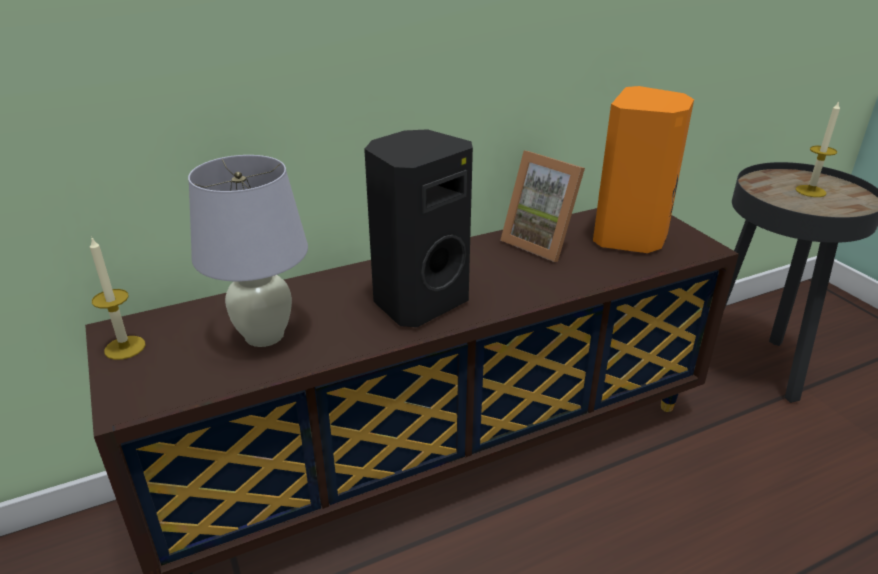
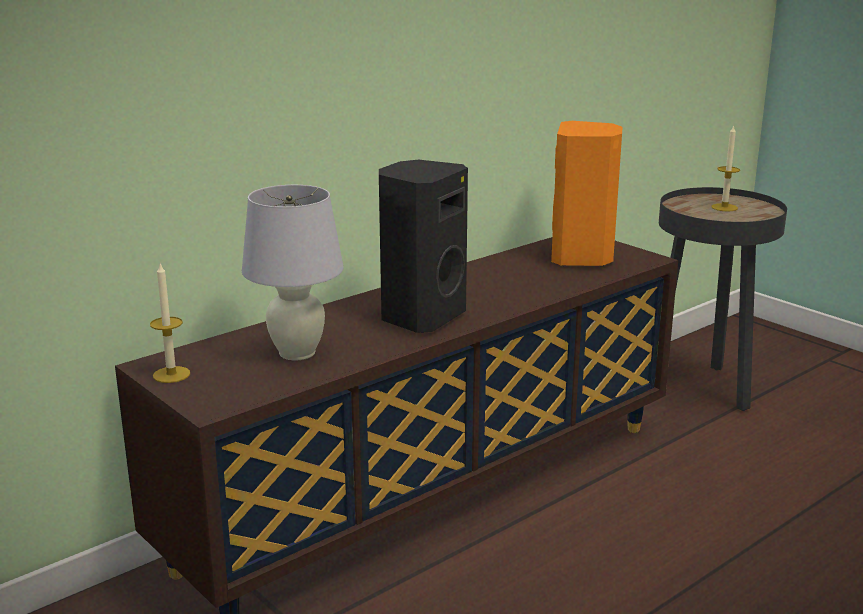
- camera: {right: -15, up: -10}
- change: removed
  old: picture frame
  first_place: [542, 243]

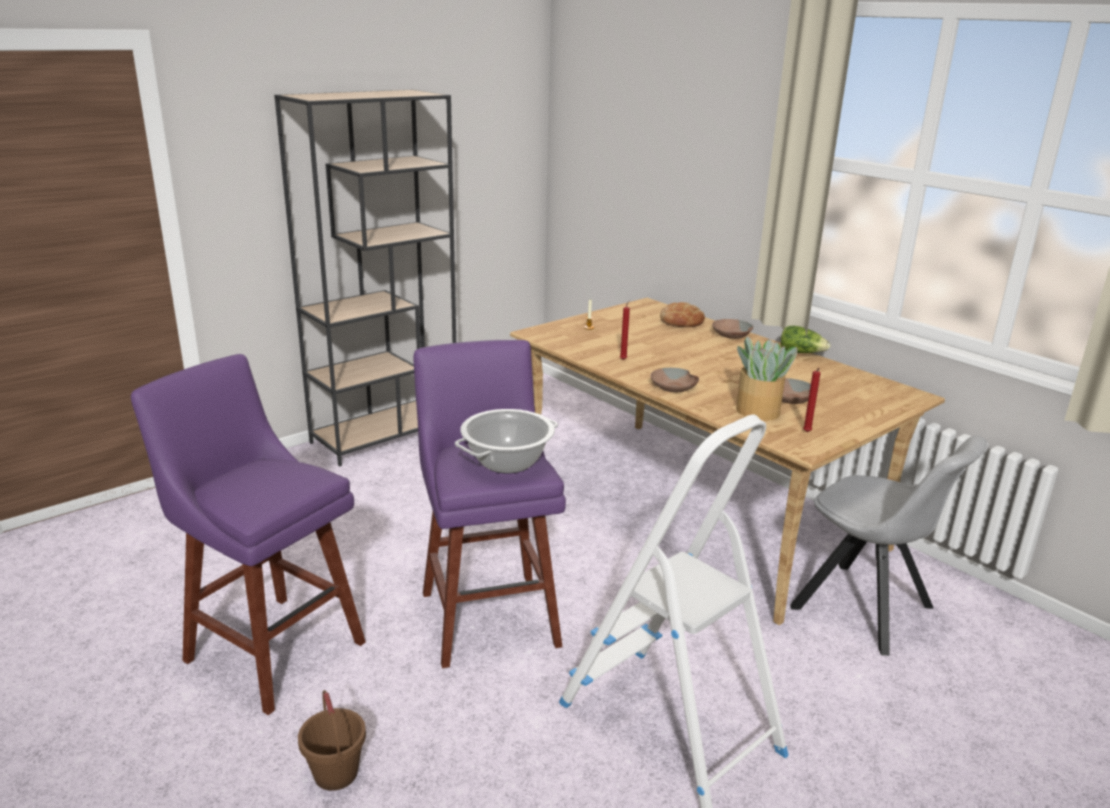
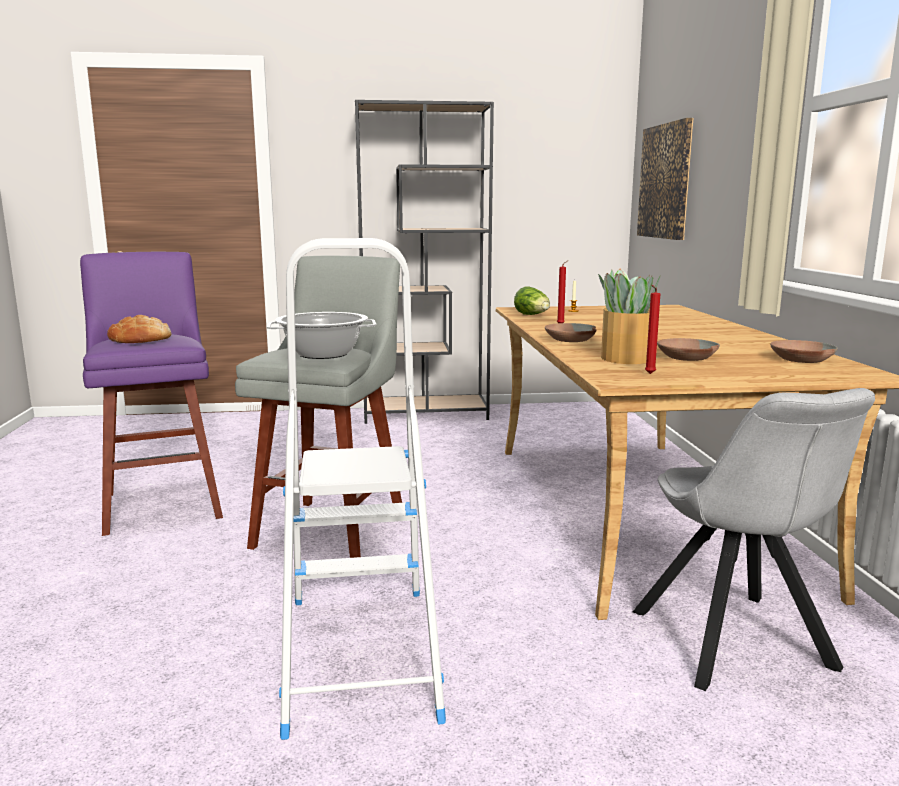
- camera: {right: 35, up: -10}
- change: moved
  old: bread
  first_place: [681, 321]
  second_place: [141, 339]
- change: recoloured
  old: stool in purple
  new: stool in grey
  first_place: [489, 616]
  second_place: [332, 530]
- change: moved
  old: lettuce
  first_place: [801, 353]
  second_place: [533, 315]
- change: added
  new: picture
  second_place: [665, 181]
- change: moved
  old: bowl in brown
  first_place: [731, 335]
  second_place: [800, 359]
- change: removed
  old: bucket in brown
  first_place: [335, 773]

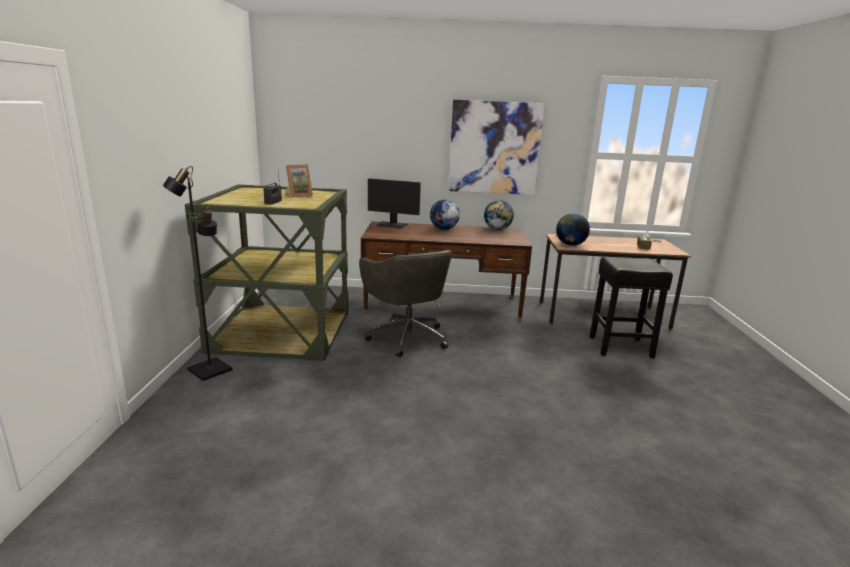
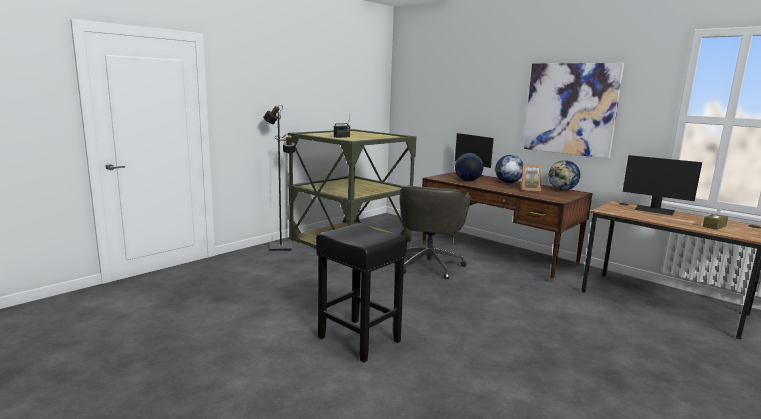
- camera: {right: 40, up: -5}
- change: moved
  old: stool in black
  first_place: [619, 347]
  second_place: [358, 339]
- change: moved
  old: globe
  first_place: [570, 245]
  second_place: [467, 180]
- change: moved
  old: picture frame
  first_place: [298, 195]
  second_place: [529, 189]
- change: added
  new: monitor
  second_place: [654, 210]

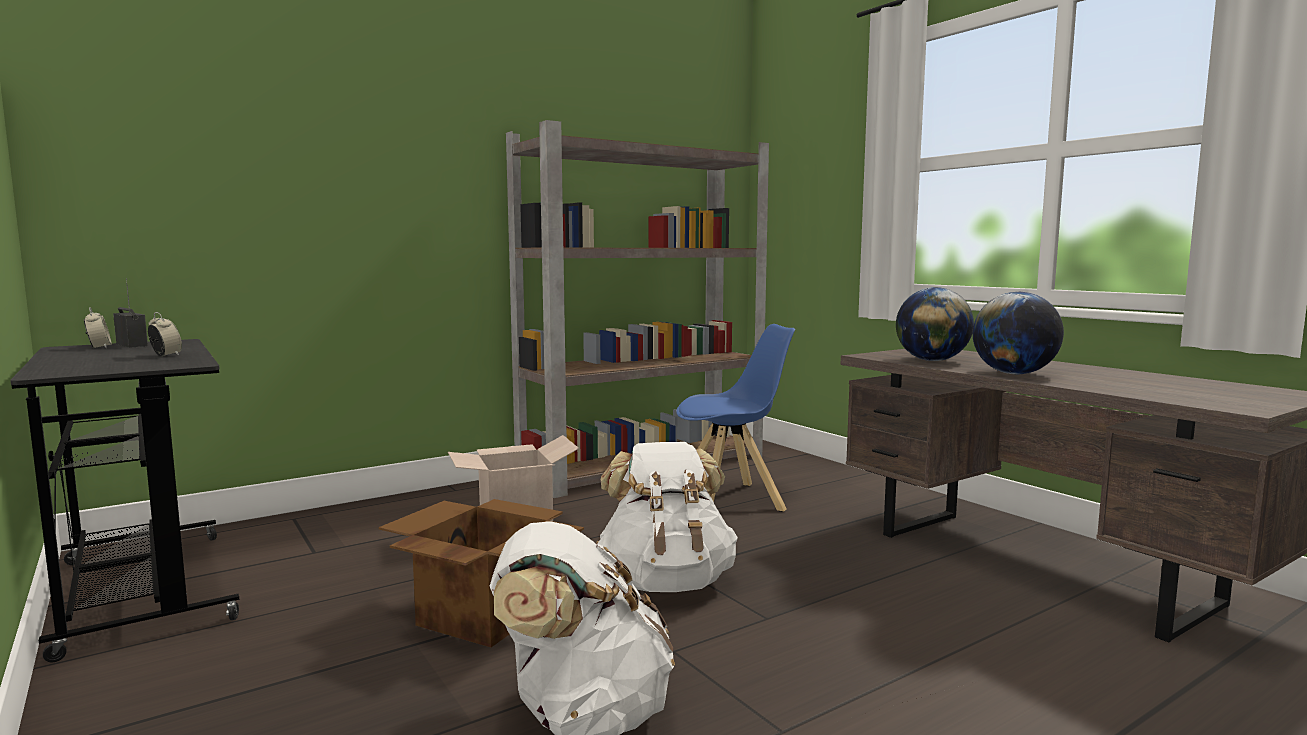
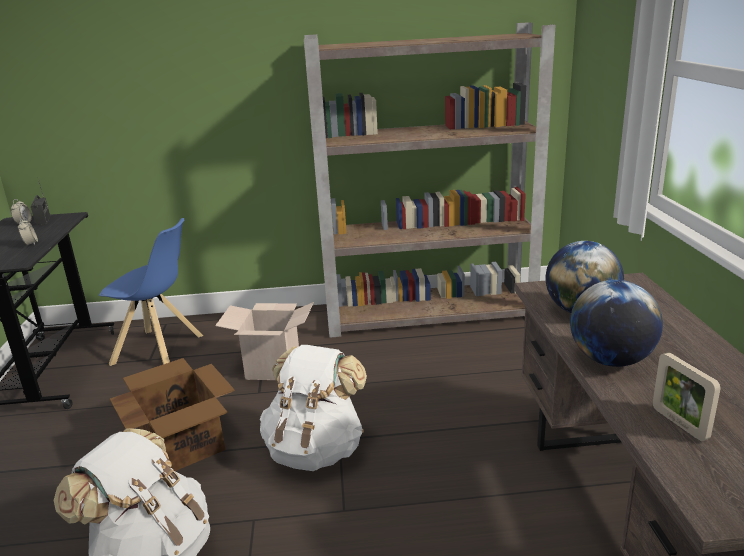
- camera: {right: 30, up: 15}
- change: moved
  old: chair in blue
  first_place: [732, 500]
  second_place: [160, 350]
- change: added
  new: picture frame
  second_place: [679, 423]

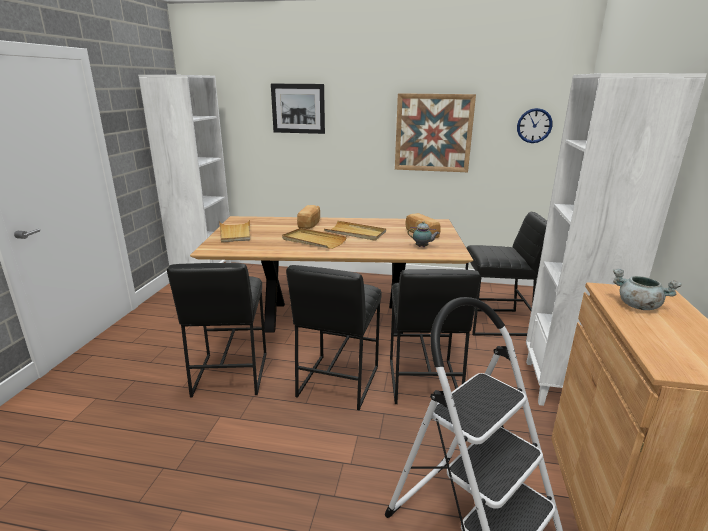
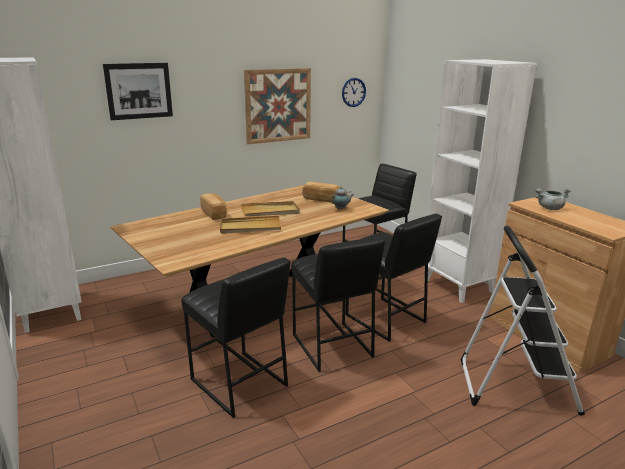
- camera: {right: -40, up: 0}
- change: removed
  old: tray in beige
  first_place: [235, 233]

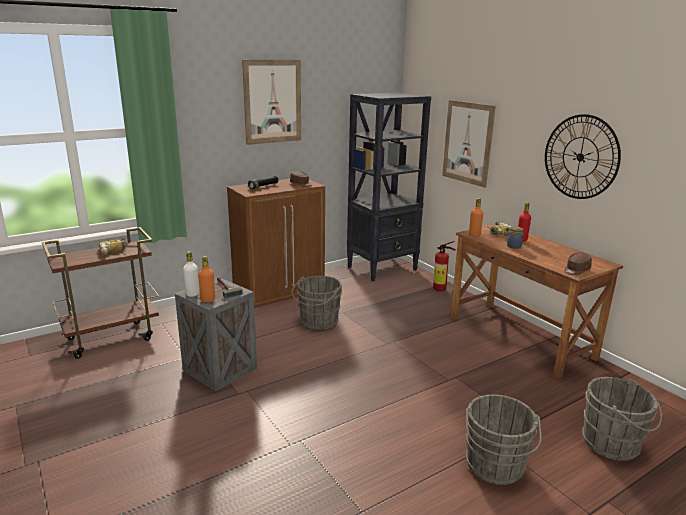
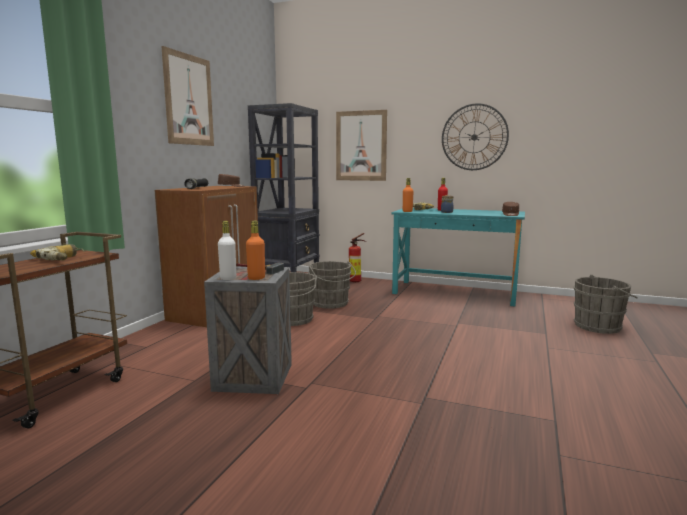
- camera: {right: -35, up: -10}
- change: moved
  old: bucket in grey
  first_place: [495, 467]
  second_place: [331, 304]
- change: recoloured
  old: desk in brown
  new: desk in turquoise
  first_place: [520, 337]
  second_place: [455, 293]

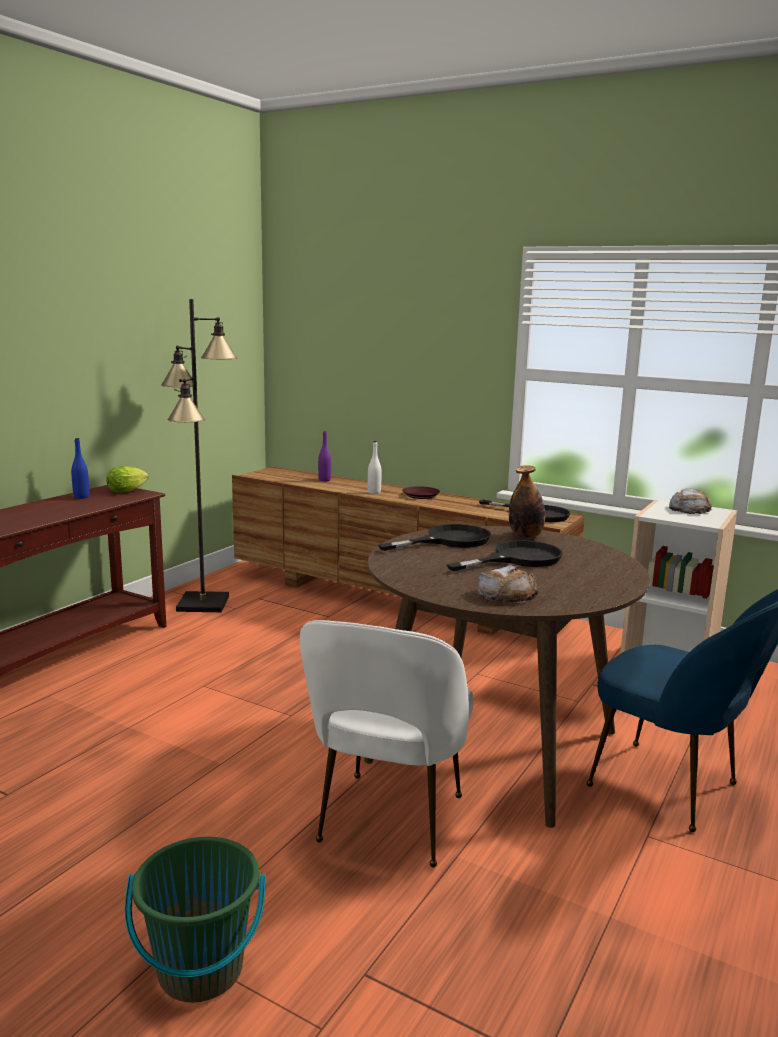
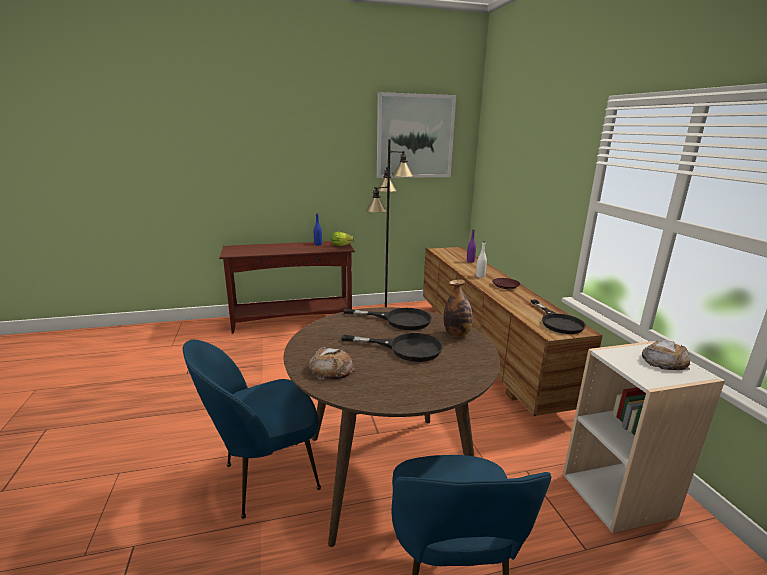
- camera: {right: 45, up: 5}
- change: recoloured
  old: chair in white
  new: chair in blue
  first_place: [387, 826]
  second_place: [263, 480]
- change: added
  new: picture
  second_place: [415, 136]
- change: removed
  old: bucket in green
  first_place: [200, 970]

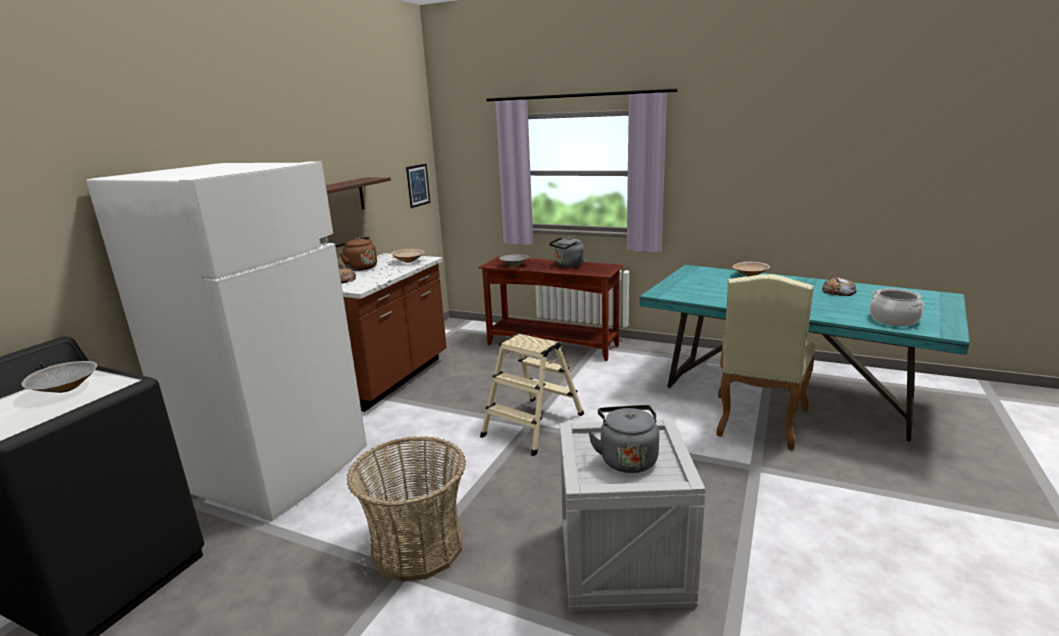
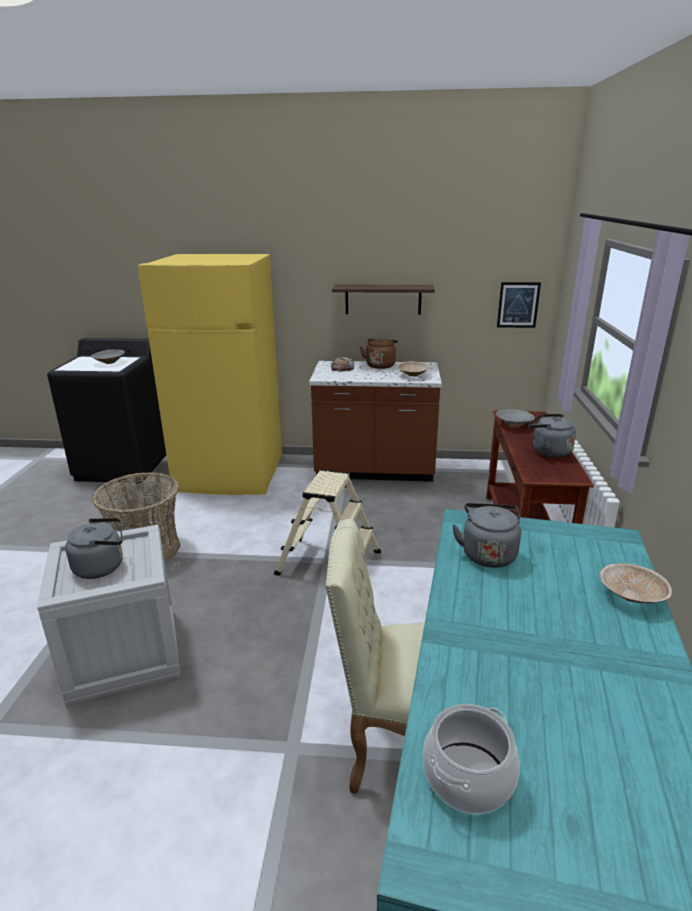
- camera: {right: 70, up: 5}
- change: recoloured
  old: fridge in white
  new: fridge in yellow
  first_place: [278, 467]
  second_place: [230, 473]
- change: added
  new: kettle in grey
  second_place: [488, 553]
- change: removed
  old: bread
  first_place: [838, 292]

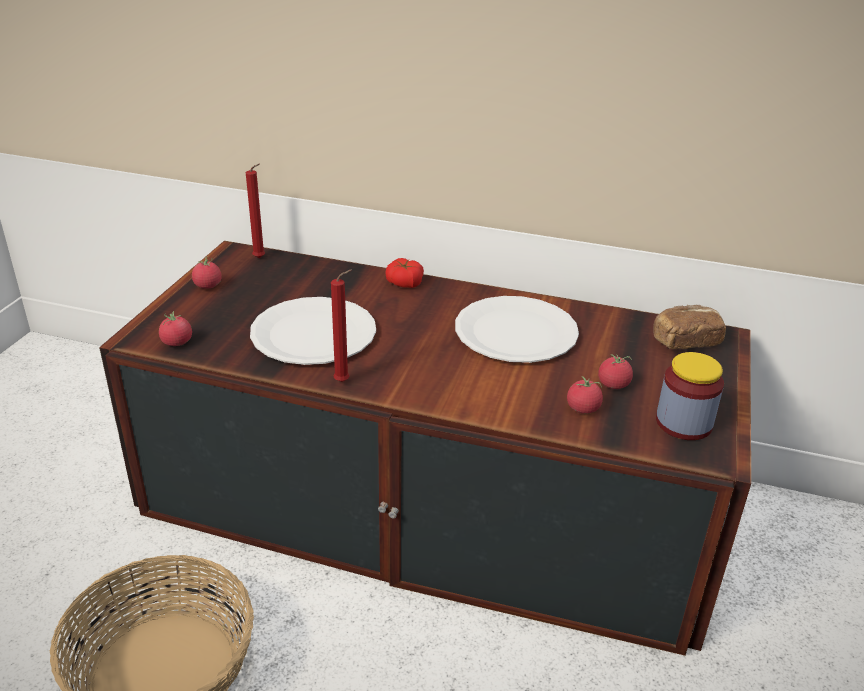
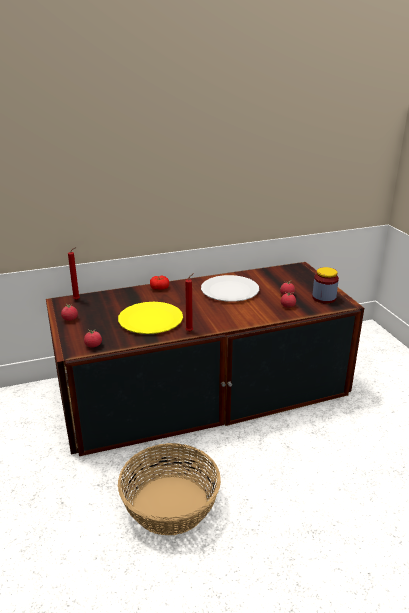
- camera: {right: -35, up: -5}
- change: recoloured
  old: plate in white
  new: plate in yellow
  first_place: [313, 334]
  second_place: [150, 319]
- change: removed
  old: bread
  first_place: [685, 341]

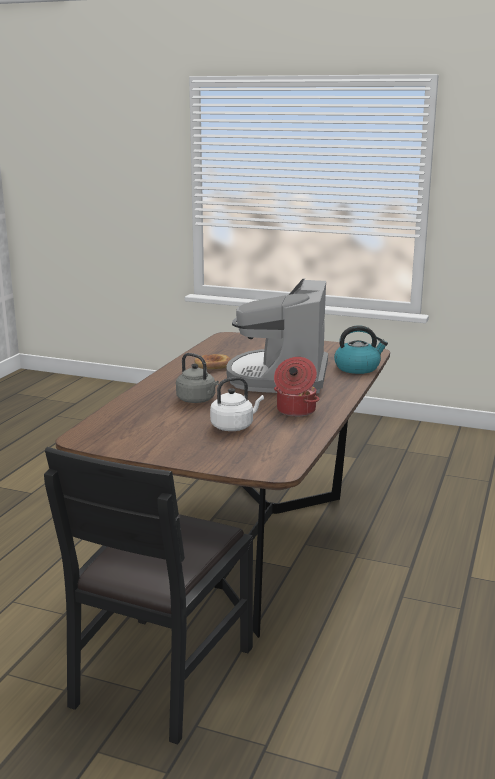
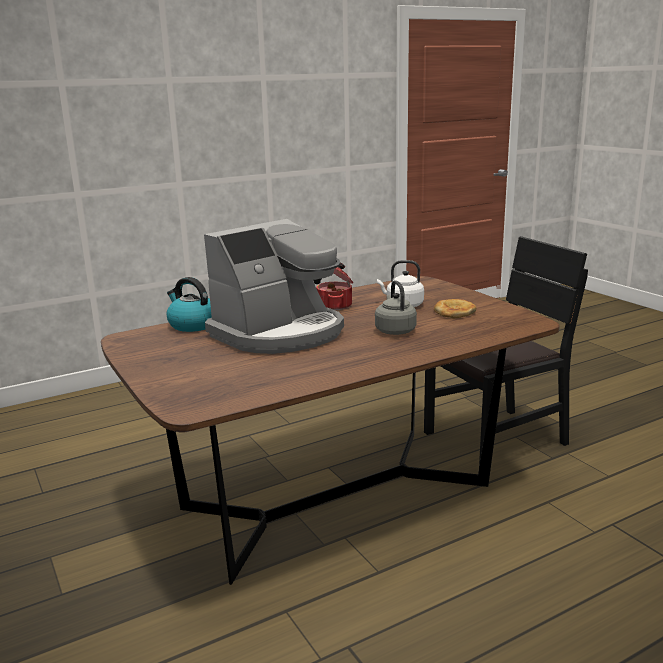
- camera: {right: -140, up: 0}
- change: moved
  old: bread
  first_place: [213, 365]
  second_place: [454, 312]

